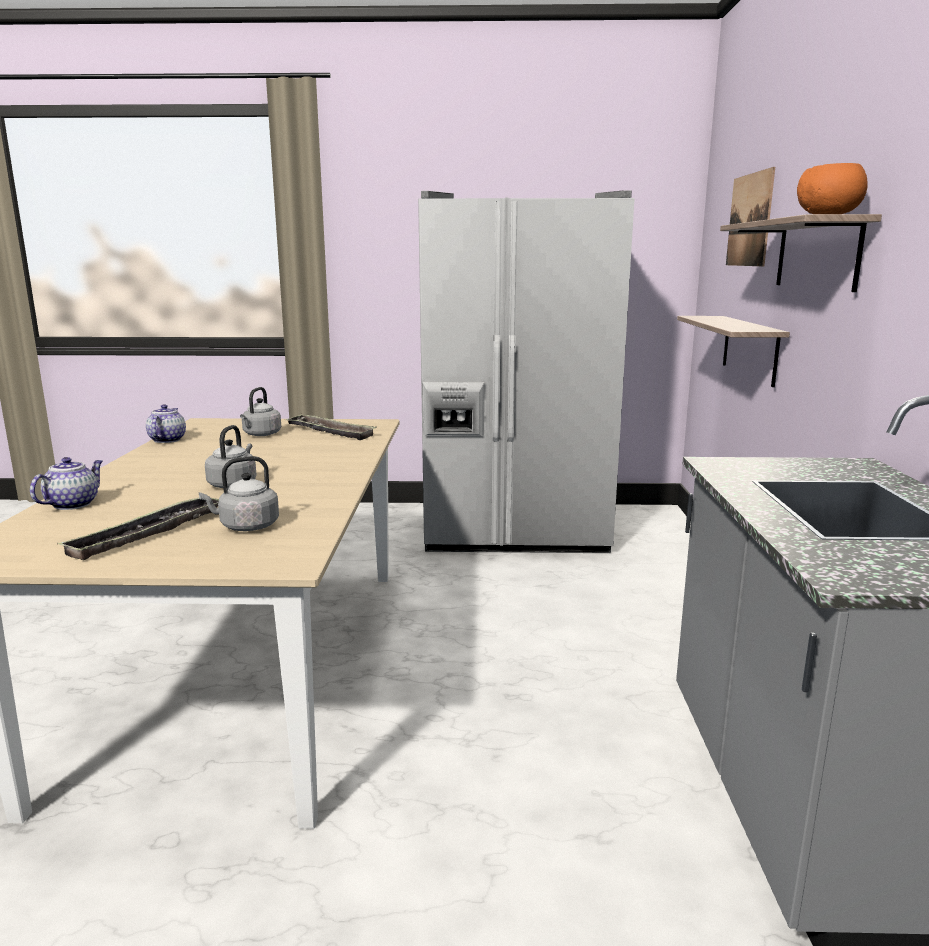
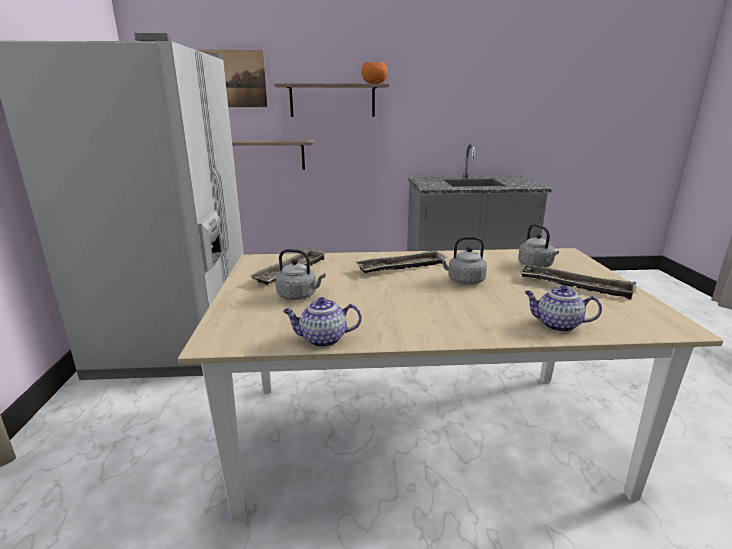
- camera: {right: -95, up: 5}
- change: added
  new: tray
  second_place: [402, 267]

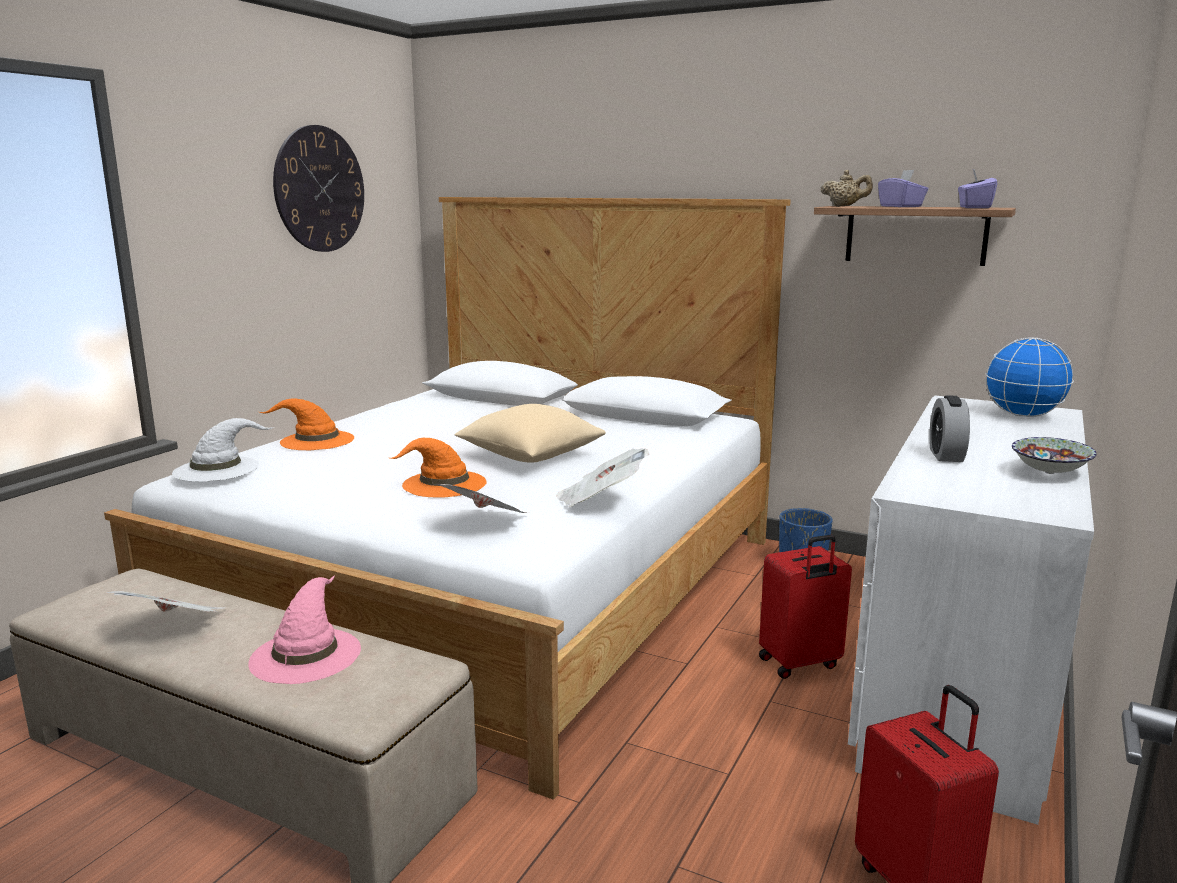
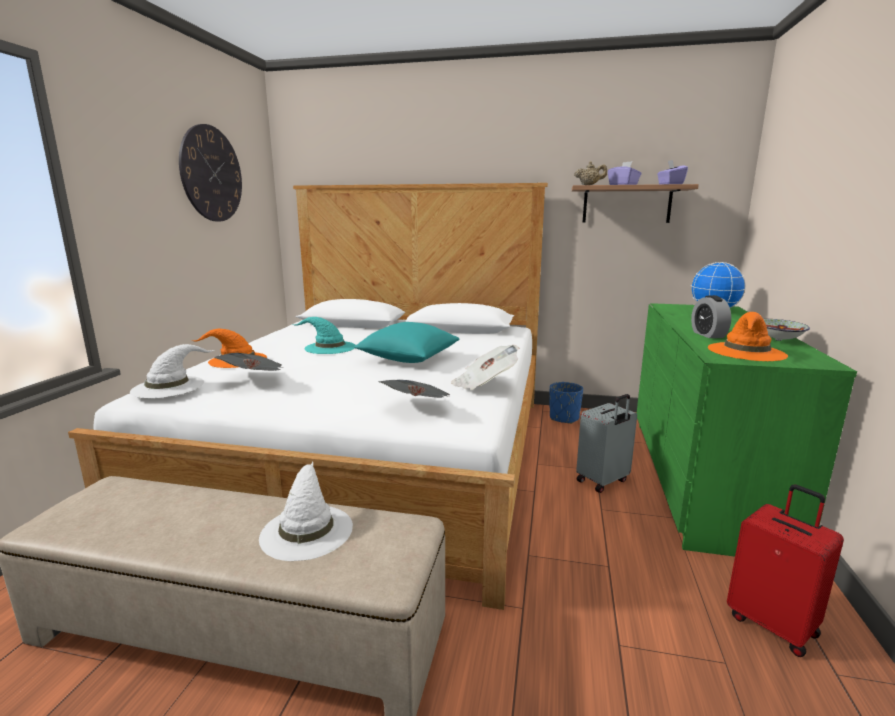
- camera: {right: -15, up: 0}
- change: moved
  old: newspaper
  first_place: [174, 626]
  second_place: [254, 379]
- change: recoloured
  old: hat in pink
  new: hat in white
  first_place: [306, 654]
  second_place: [306, 530]
- change: added
  new: hat in turquoise
  second_place: [329, 347]
- change: recoloured
  old: pillow in beige
  new: pillow in turquoise
  first_place: [530, 456]
  second_place: [408, 359]
- change: recoloured
  old: suitcase in red
  new: suitcase in grey
  first_place: [800, 664]
  second_place: [603, 481]
- change: recoloured
  old: dresser in white
  new: dresser in green
  first_place: [963, 682]
  second_place: [702, 479]
- change: moved
  old: hat in orange
  first_place: [443, 484]
  second_place: [746, 352]

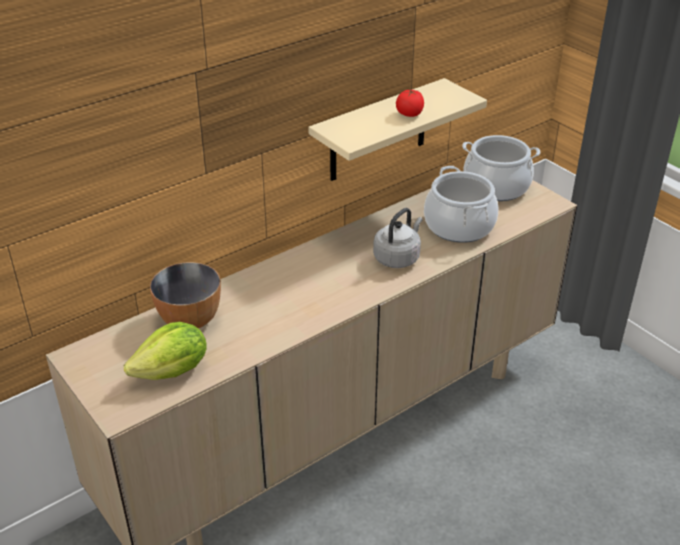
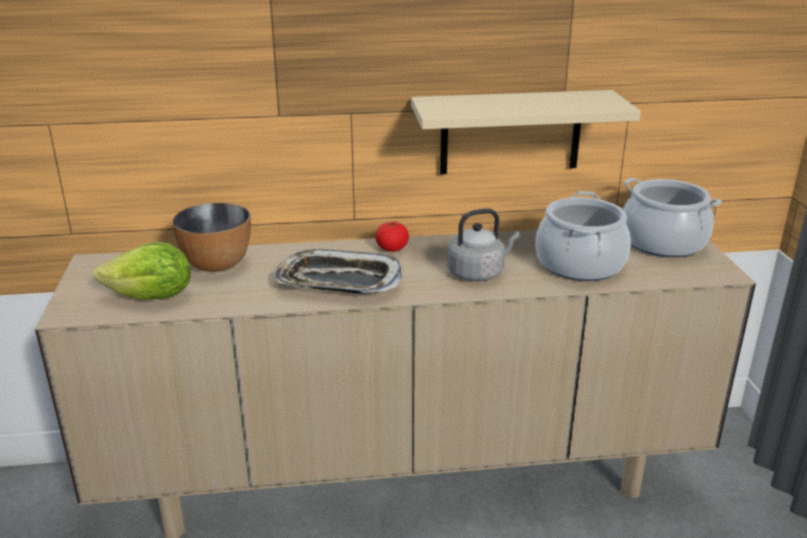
- camera: {right: 30, up: -10}
- change: added
  new: tray
  second_place: [338, 281]
- change: moved
  old: tomato
  first_place: [409, 114]
  second_place: [392, 248]

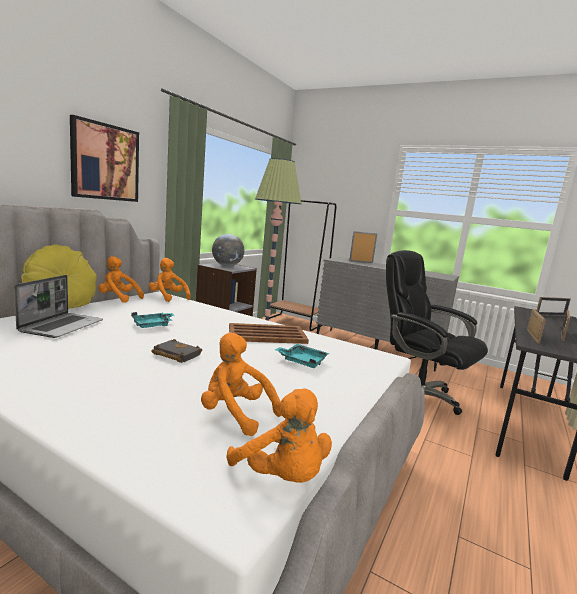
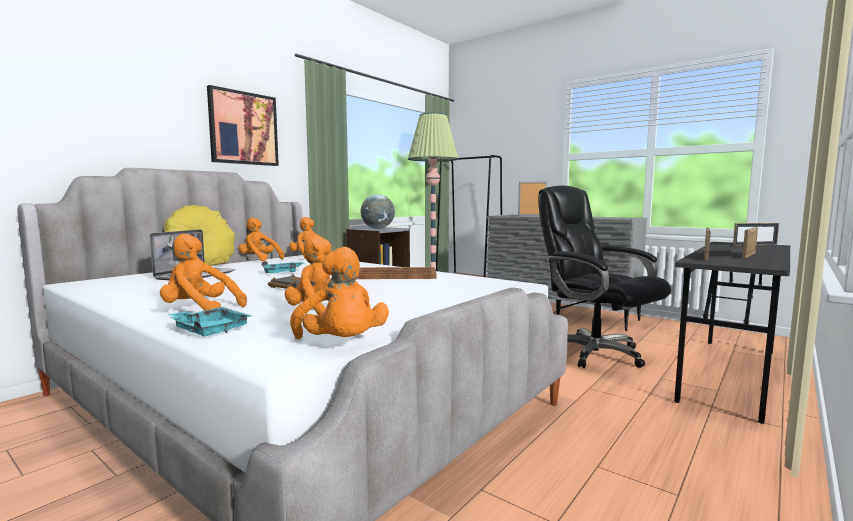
- camera: {right: 10, up: -5}
- change: added
  new: plush toy in orange
  second_place: [199, 310]
- change: moved
  old: tray in turquoise
  first_place: [302, 361]
  second_place: [210, 330]

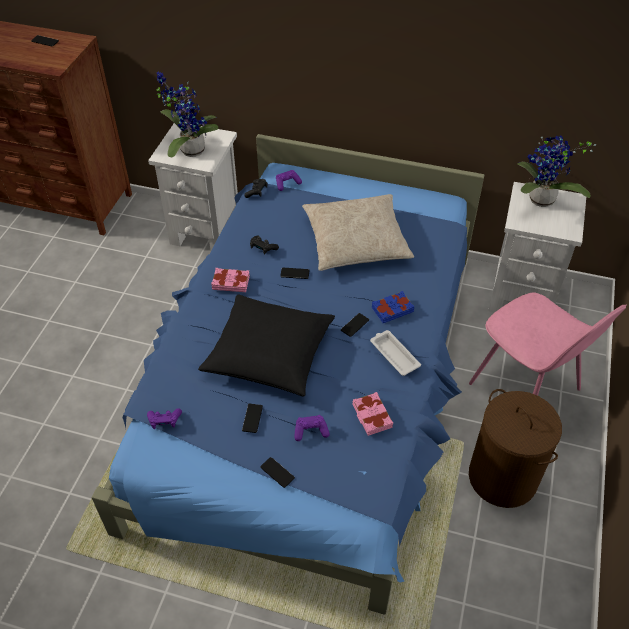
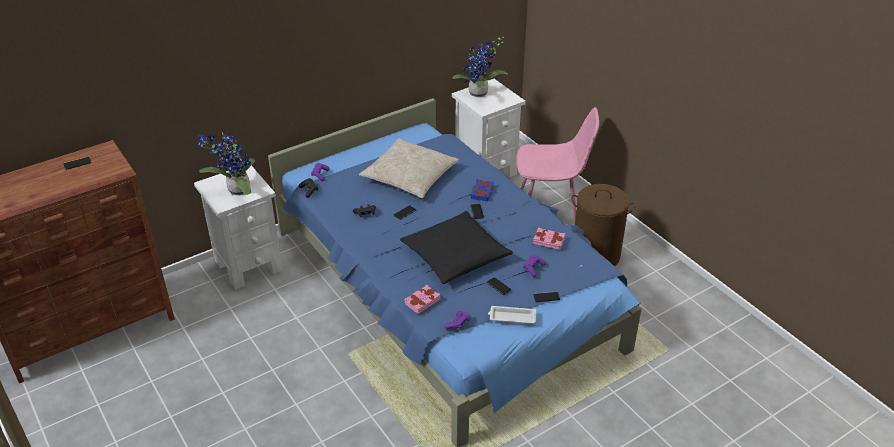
- camera: {right: -50, up: -10}
- change: moved
  old: book in pink
  first_place: [231, 282]
  second_place: [422, 301]
- change: moved
  old: tray in white
  first_place: [394, 354]
  second_place: [511, 317]

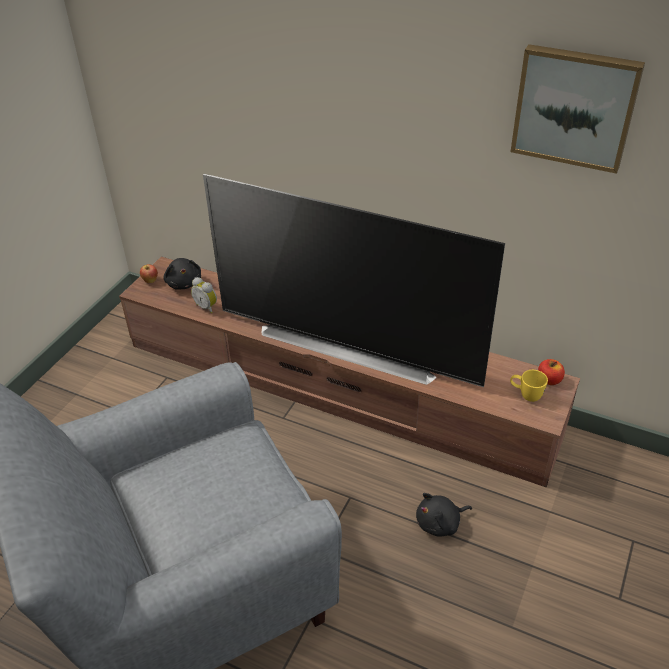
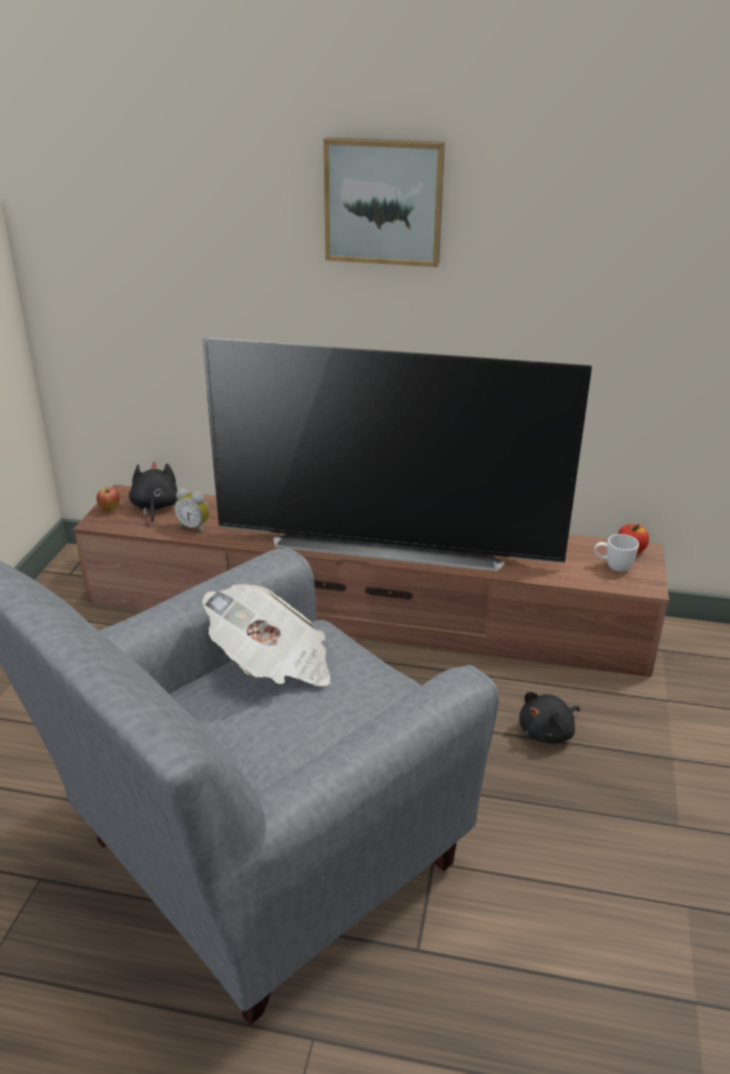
- camera: {right: -15, up: -10}
- change: turned
  old: plush toy in black
  first_place: [184, 283]
  second_place: [155, 507]
  degrees: -150
- change: added
  new: newspaper
  second_place: [272, 664]
- change: moved
  old: picture
  first_place: [575, 107]
  second_place: [384, 201]
- change: recoloured
  old: mug in yellow
  new: mug in white
  first_place: [525, 395]
  second_place: [612, 567]

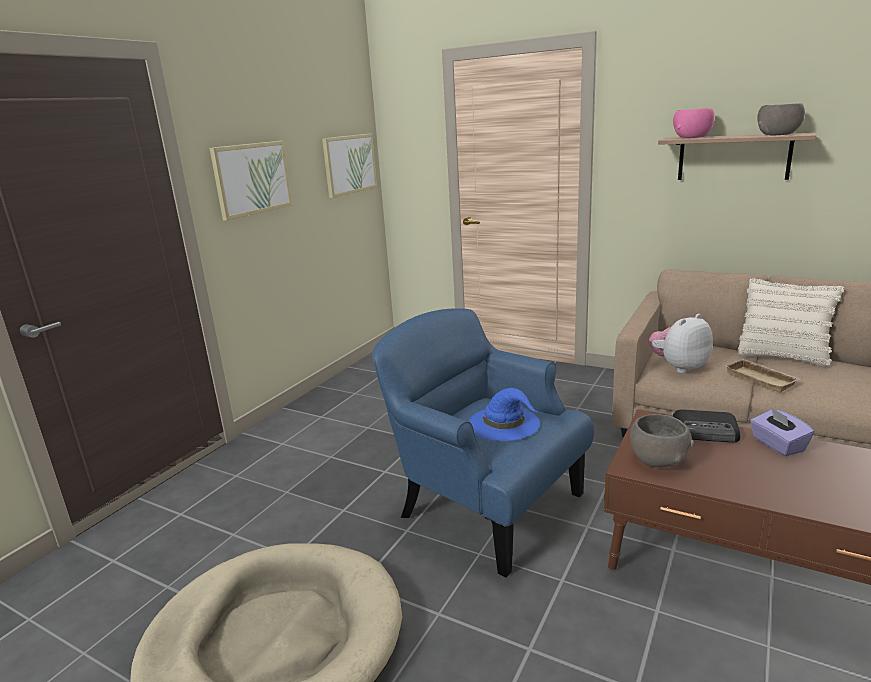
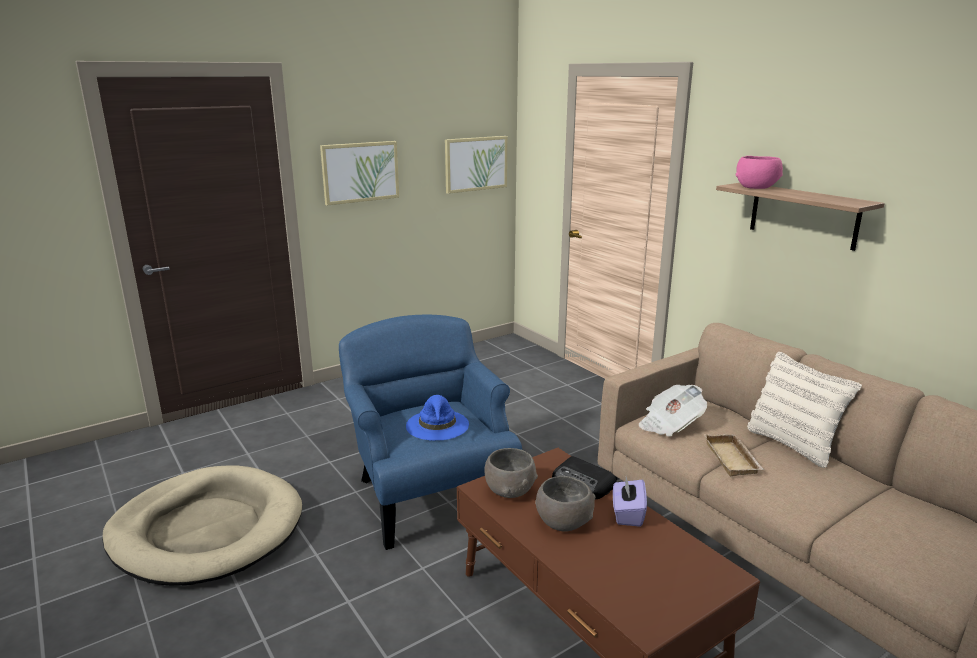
- camera: {right: 25, up: 0}
- change: moved
  old: bowl in grey
  first_place: [777, 134]
  second_place: [563, 521]
- change: replaced
  old: plush toy
  new: newspaper
  first_place: [678, 367]
  second_place: [669, 425]

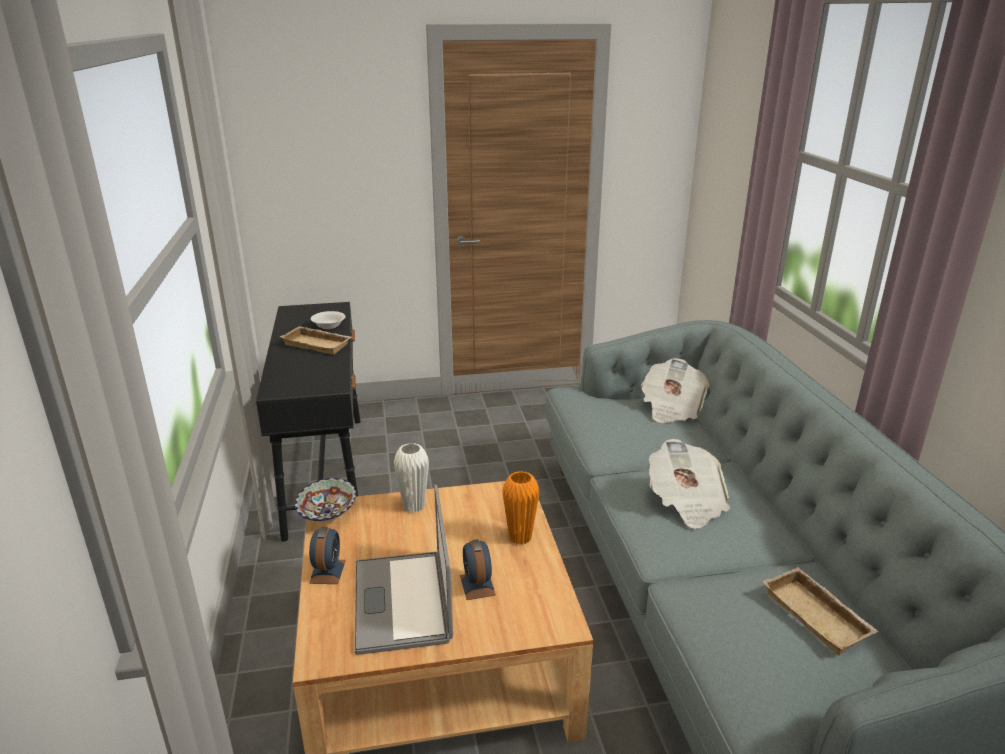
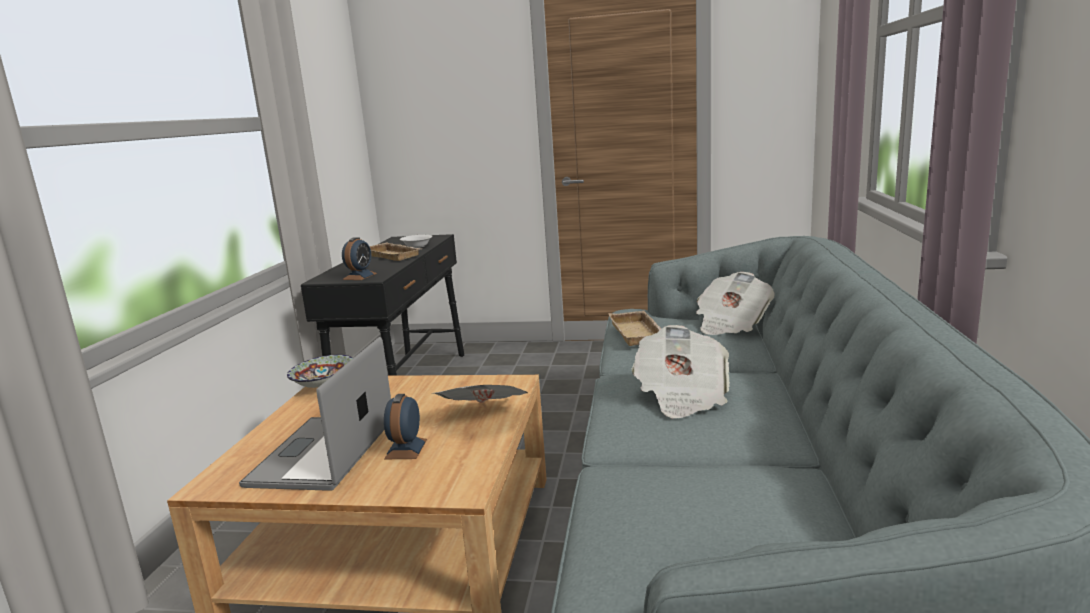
- camera: {right: 20, up: -10}
- change: moved
  old: alarm clock
  first_place: [327, 571]
  second_place: [359, 276]
- change: replaced
  old: vase in orange
  new: newspaper
  first_place: [520, 537]
  second_place: [484, 417]
- change: moved
  old: tray in beige
  first_place: [819, 616]
  second_place: [639, 333]
- change: removed
  old: vase in white
  first_place: [414, 506]

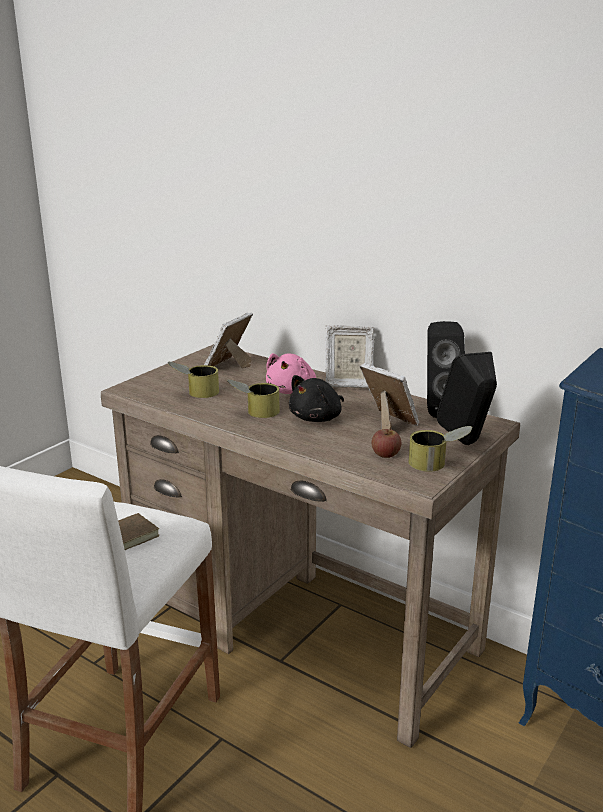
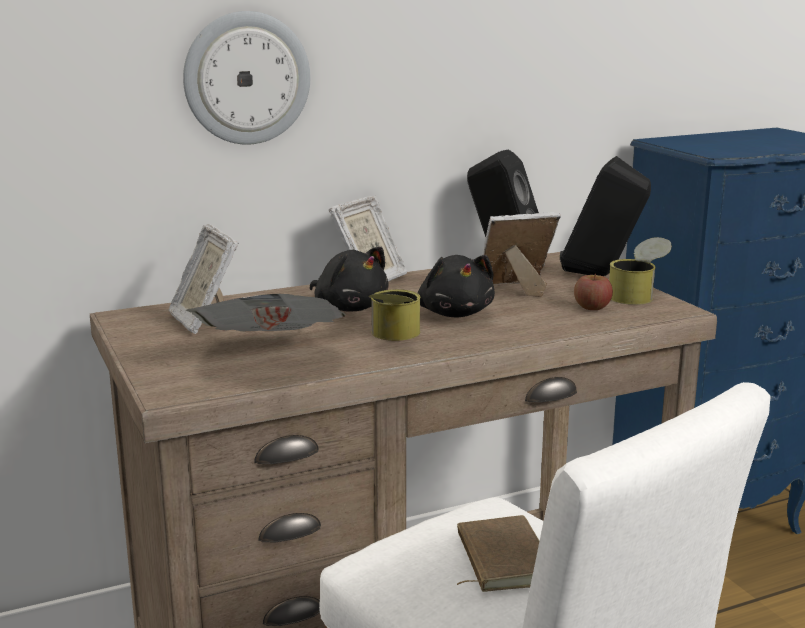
- camera: {right: -60, up: -5}
- change: added
  new: wall clock
  second_place: [246, 78]
- change: replaced
  old: can
  new: newspaper
  first_place: [194, 393]
  second_place: [270, 355]
- change: recoloured
  old: plush toy in pink
  new: plush toy in black
  first_place: [291, 390]
  second_place: [349, 307]

